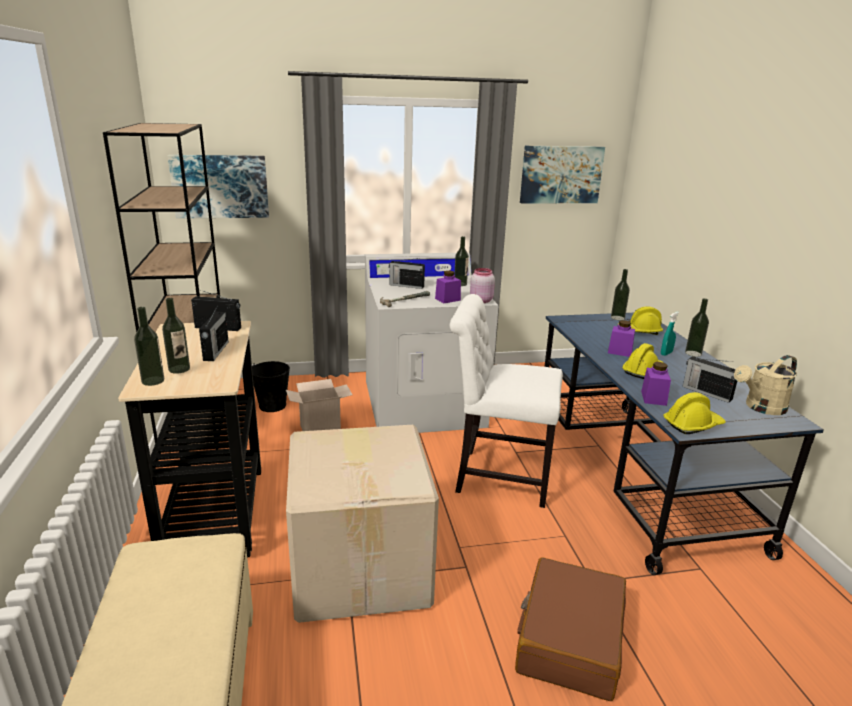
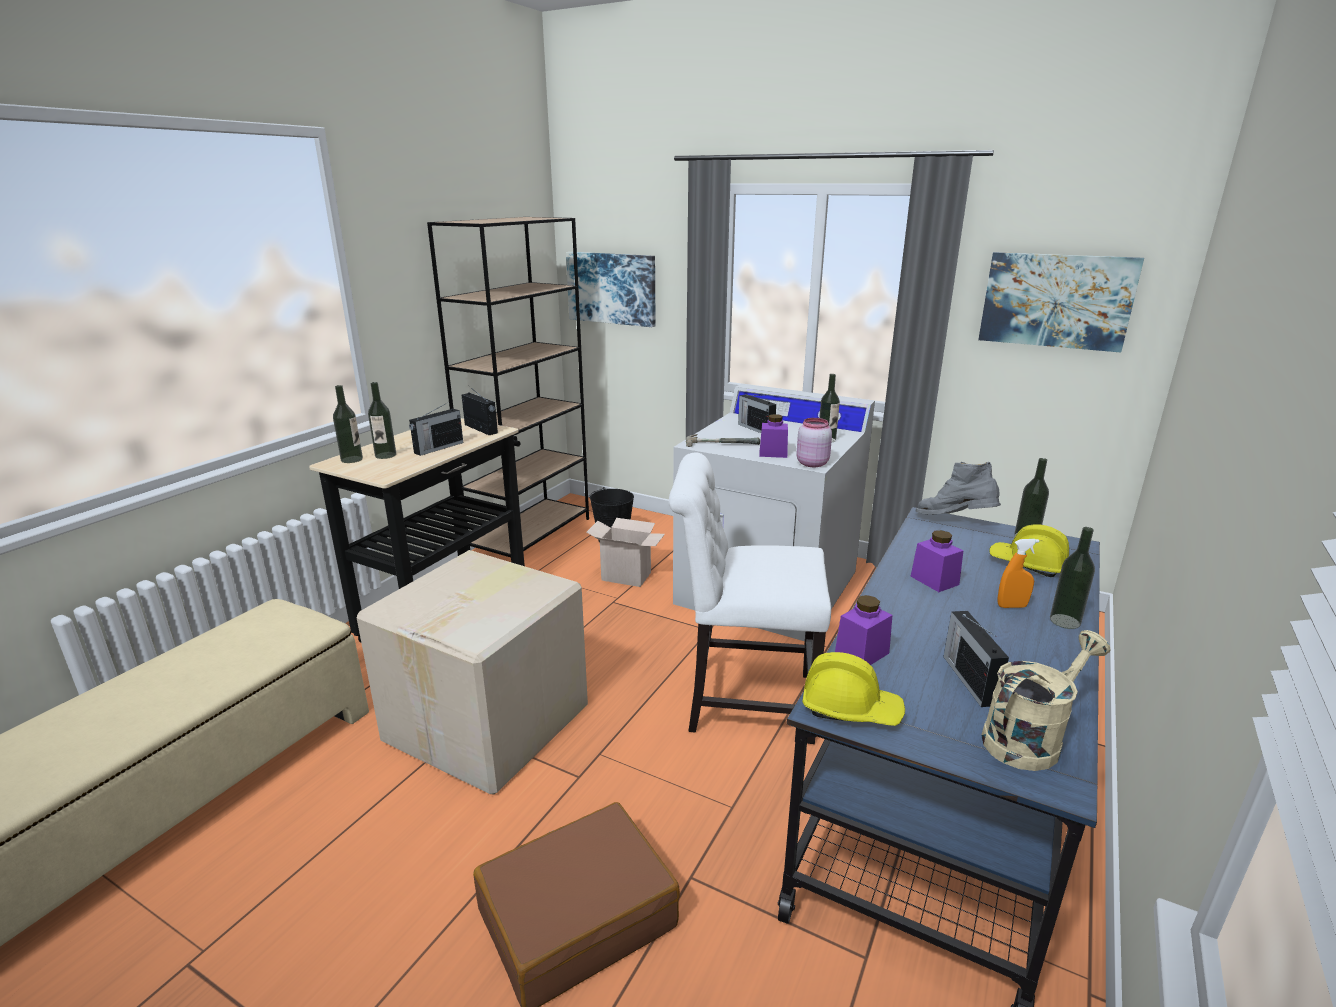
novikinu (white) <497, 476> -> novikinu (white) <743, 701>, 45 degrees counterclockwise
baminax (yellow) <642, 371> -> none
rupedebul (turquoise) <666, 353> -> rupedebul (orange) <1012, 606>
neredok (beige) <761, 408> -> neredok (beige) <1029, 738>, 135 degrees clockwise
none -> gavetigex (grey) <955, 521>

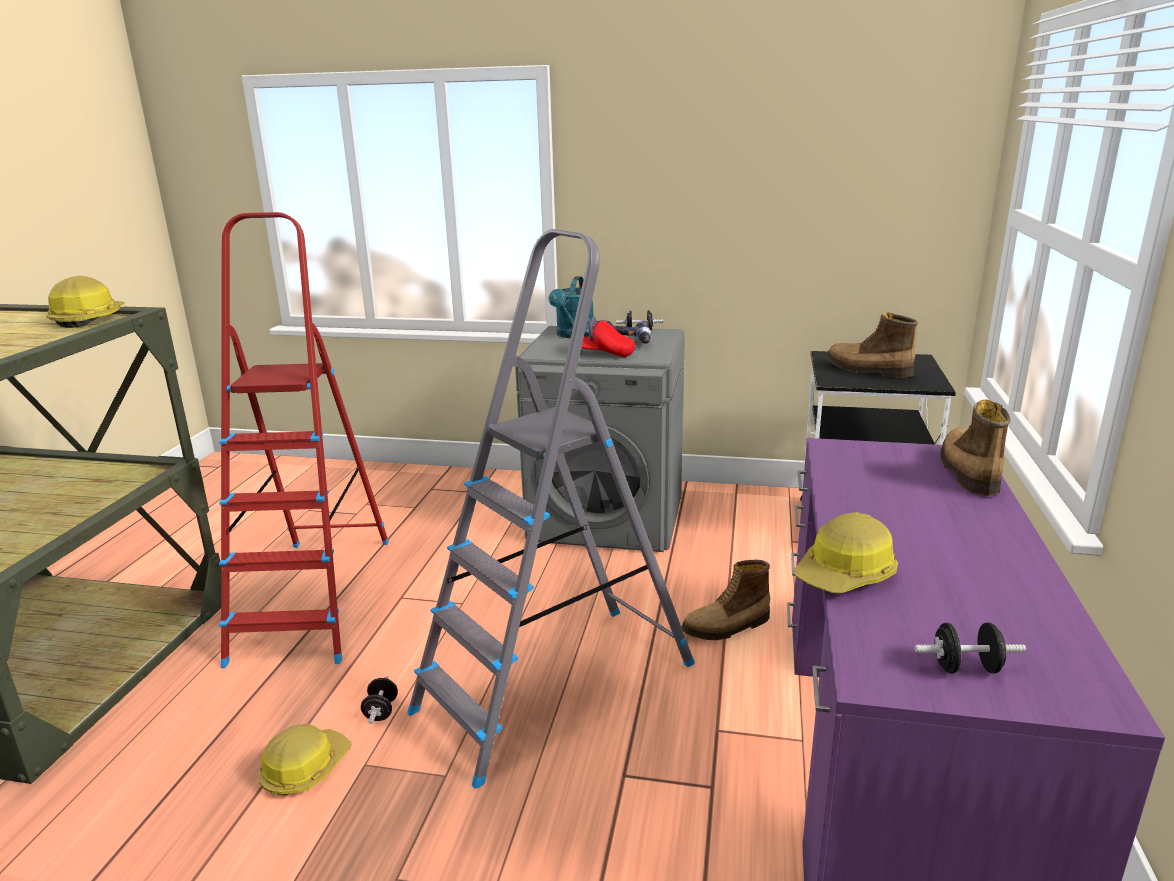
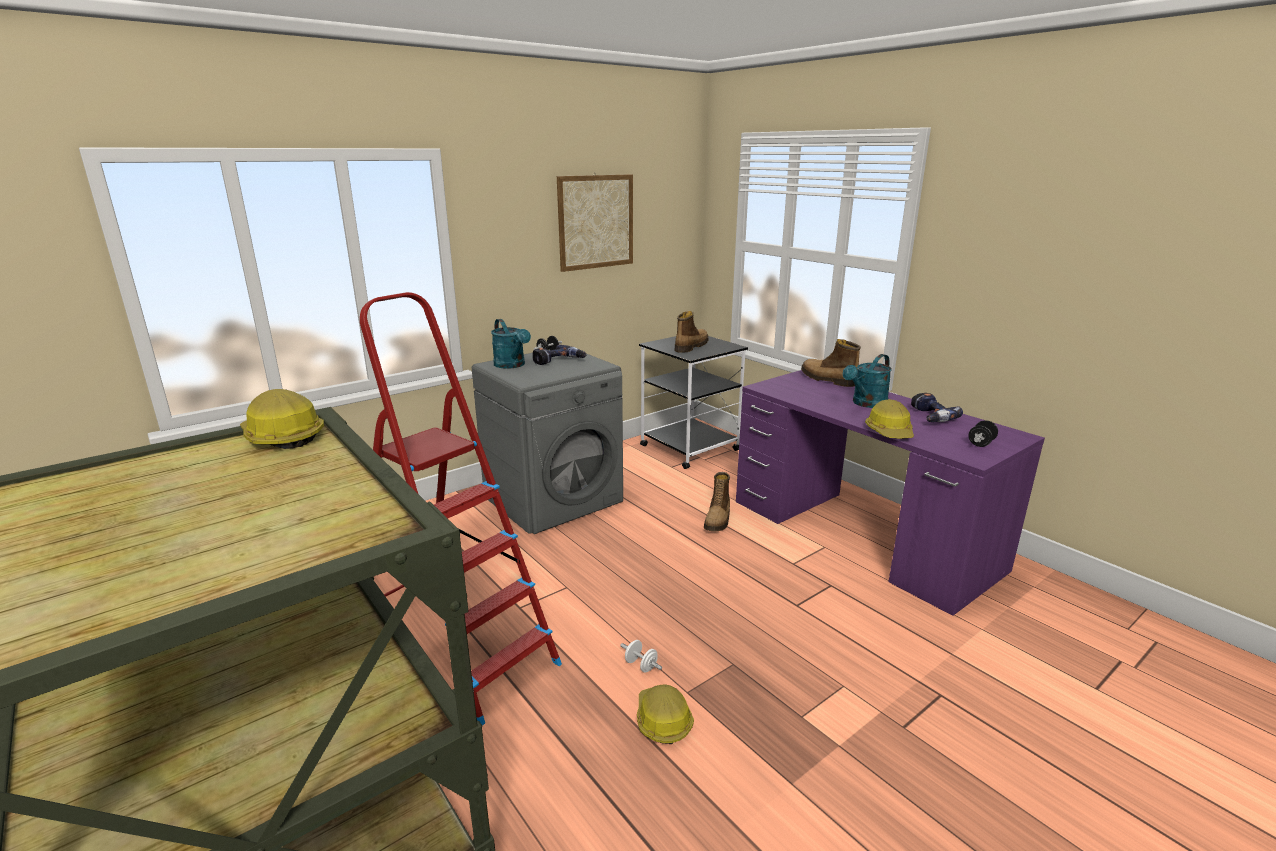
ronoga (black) <381, 711> -> ronoga (white) <641, 665>
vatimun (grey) <555, 688> -> none
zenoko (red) <604, 354> -> none
gavetigex <867, 370> -> gavetigex <690, 347>, 135 degrees clockwise
none -> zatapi <596, 221>
none -> neredok (turquoise) <866, 404>
none -> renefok <929, 417>

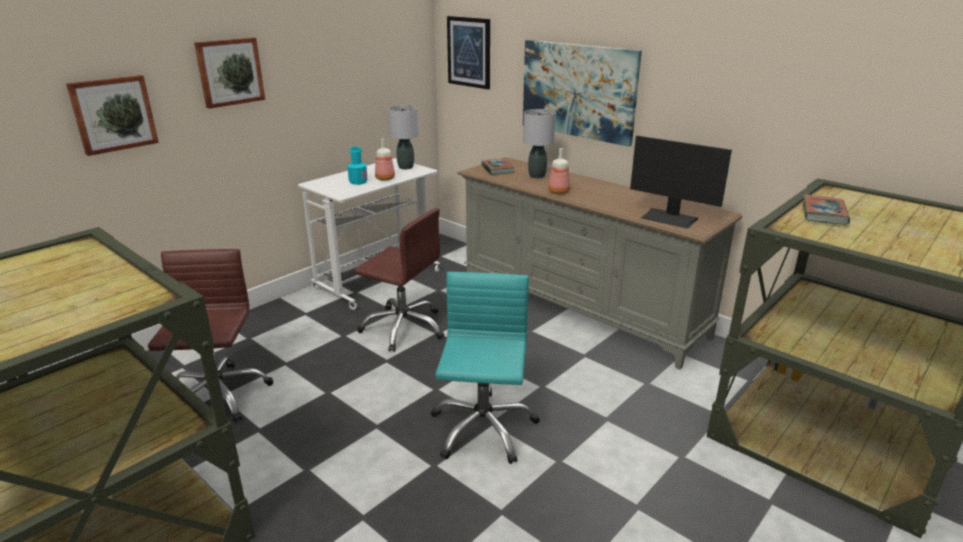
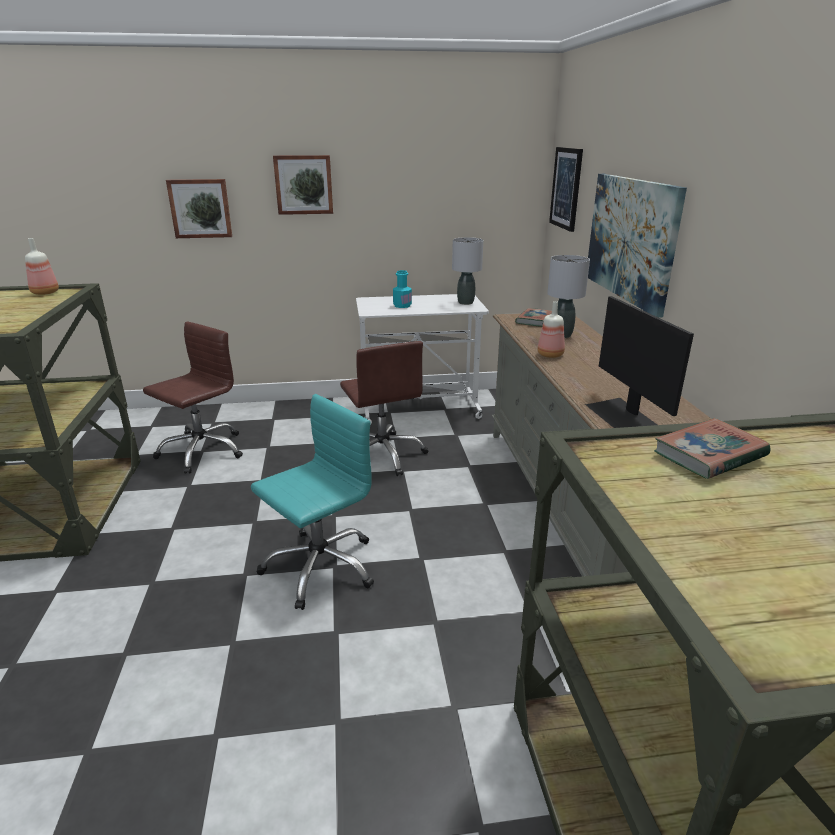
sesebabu <384, 179> -> sesebabu <44, 293>, shifted

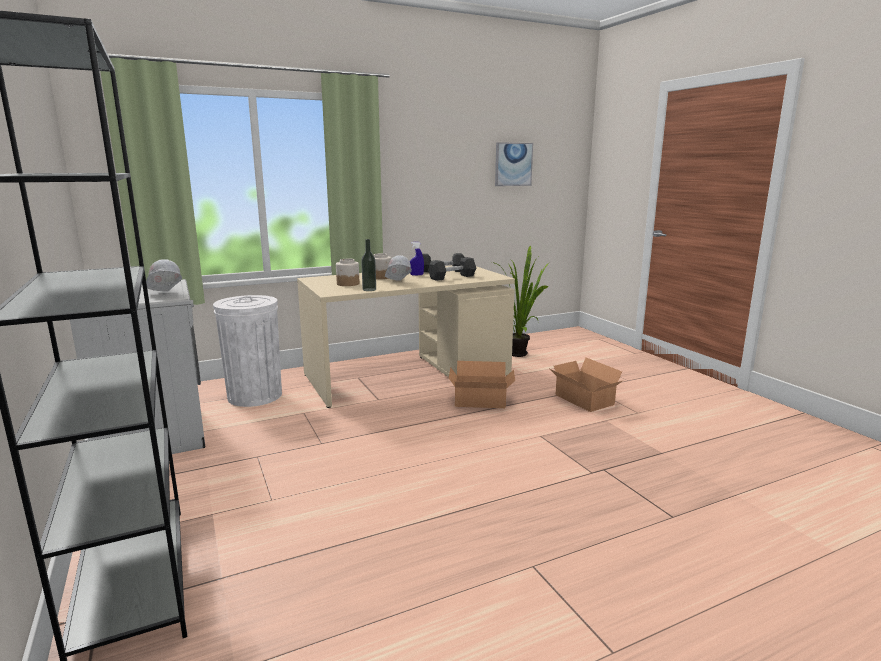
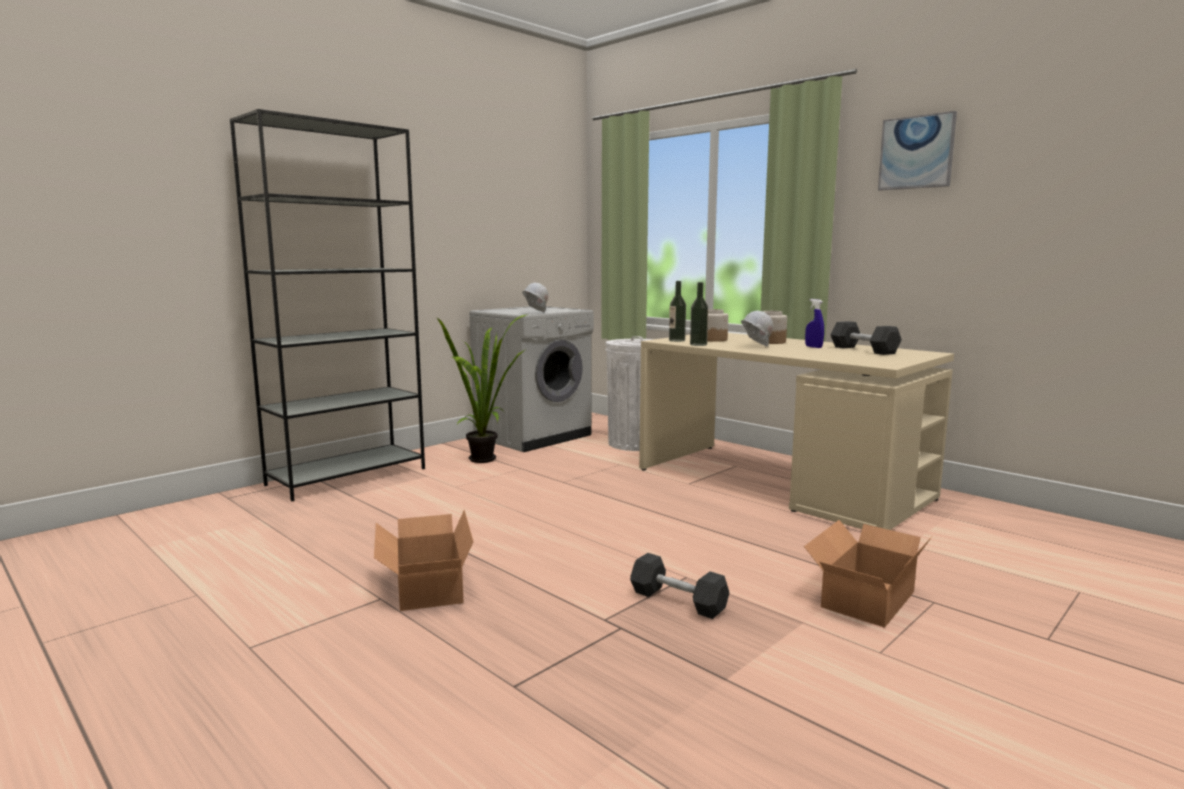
ronoga (grey) <452, 277> -> ronoga (grey) <678, 601>, shifted
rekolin <481, 401> -> rekolin <425, 588>, shifted
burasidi <521, 353> -> burasidi <488, 460>, shifted
zatapi <513, 164> -> zatapi <916, 152>, shifted
none -> sesebabu <677, 340>

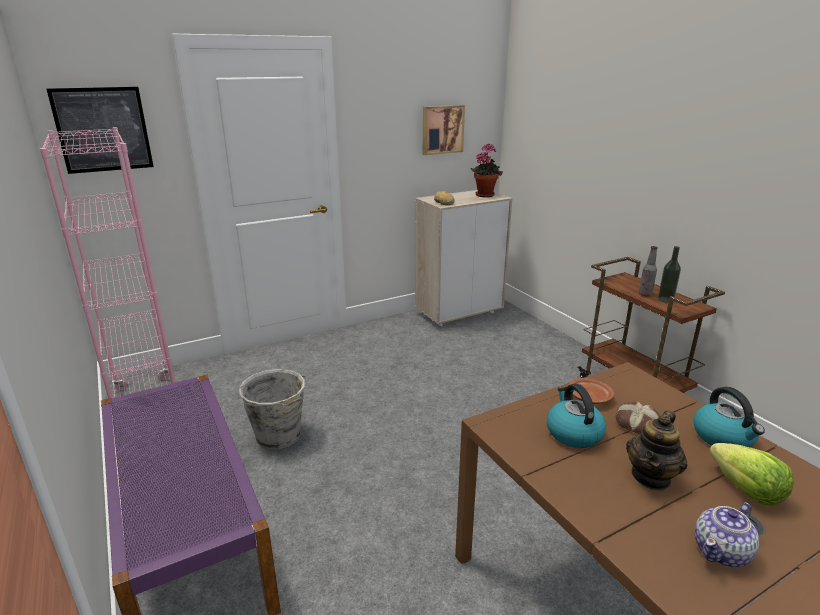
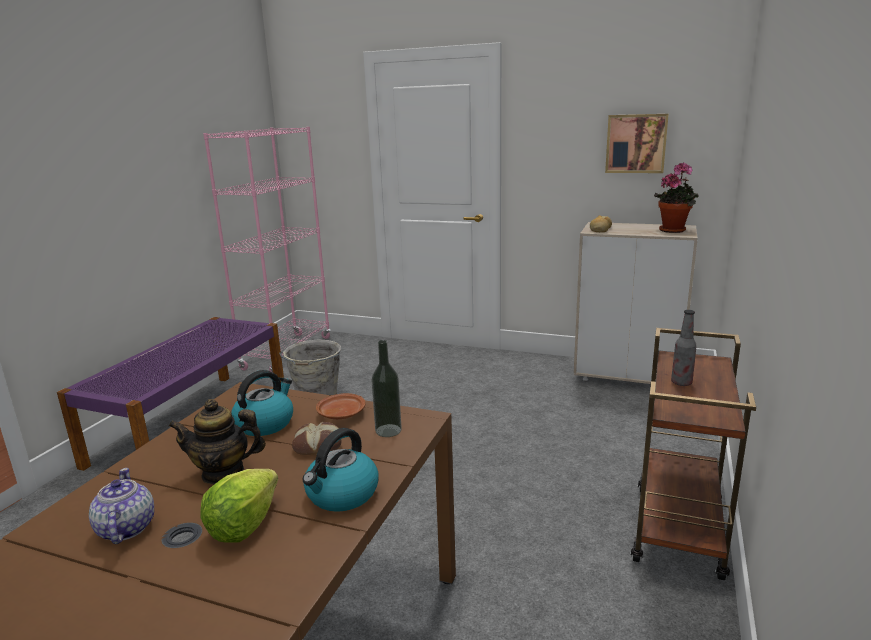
zatapi <103, 130> -> none
sesebabu <665, 299> -> sesebabu <388, 430>, shifted
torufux <722, 551> -> torufux <125, 529>, 60 degrees clockwise

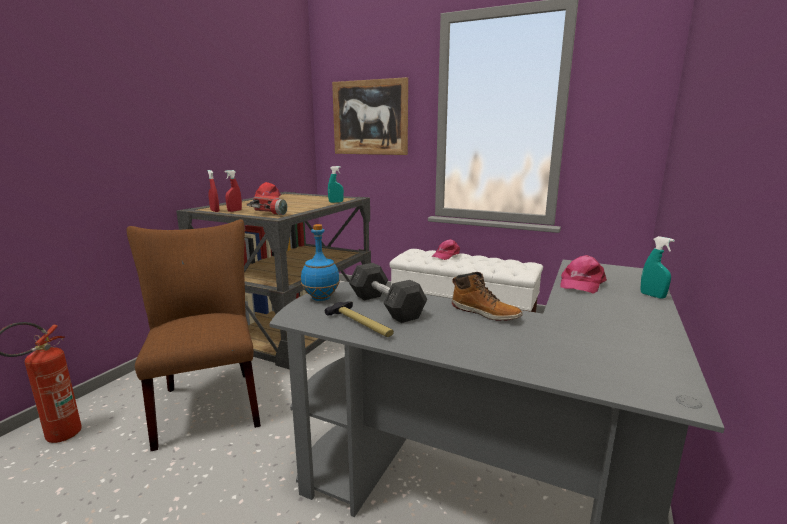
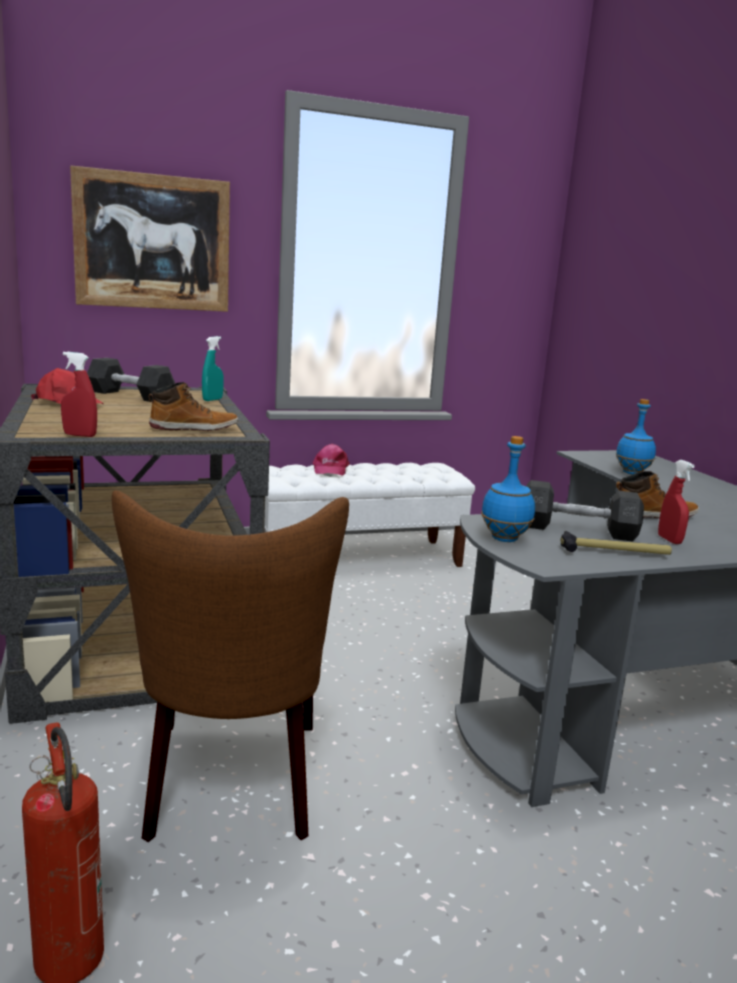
novikinu (brown) <208, 402> -> novikinu (brown) <232, 786>, 120 degrees counterclockwise
rupedebul (red) <234, 211> -> rupedebul (red) <669, 540>, shifted
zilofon <270, 212> -> gavetigex <194, 428>
zenoko (pink) <581, 283> -> sesebabu (blue) <632, 473>
rupedebul (turquoise) <652, 296> -> none
none -> ronoga (grey) <130, 396>

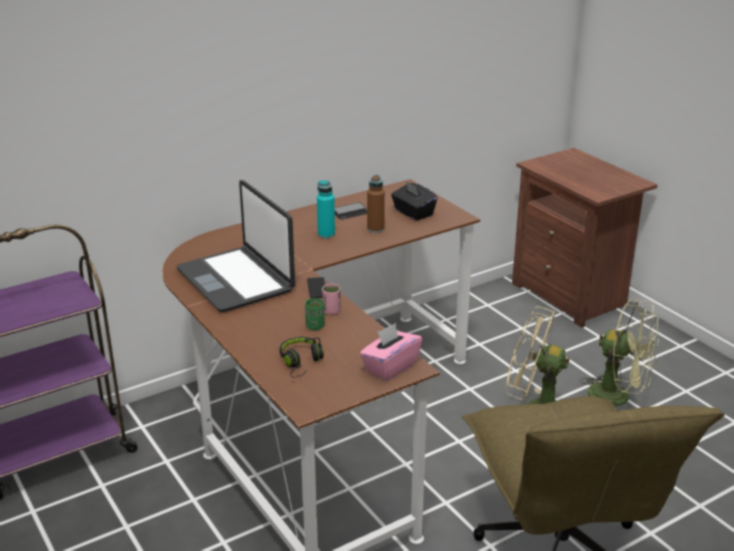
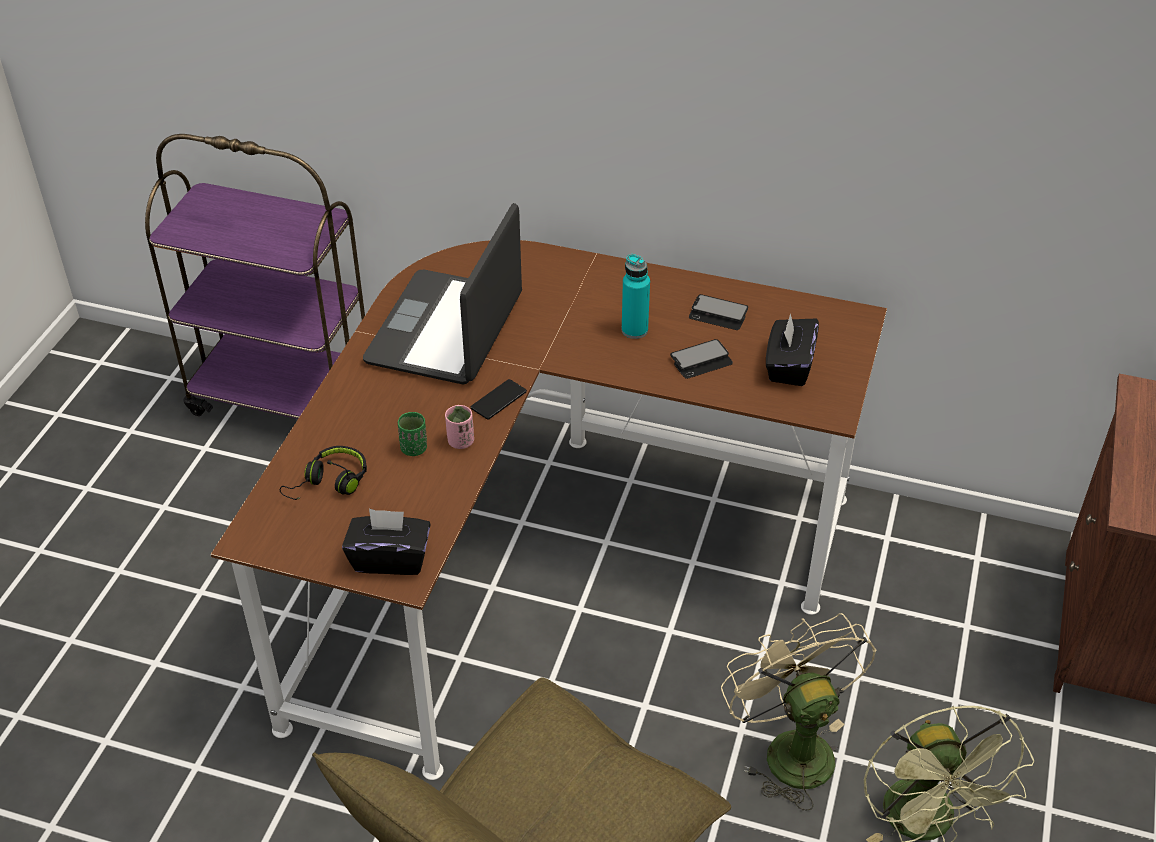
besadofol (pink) <390, 367> -> besadofol (black) <390, 558>
sesebabu (brown) <375, 229> -> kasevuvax <701, 360>

